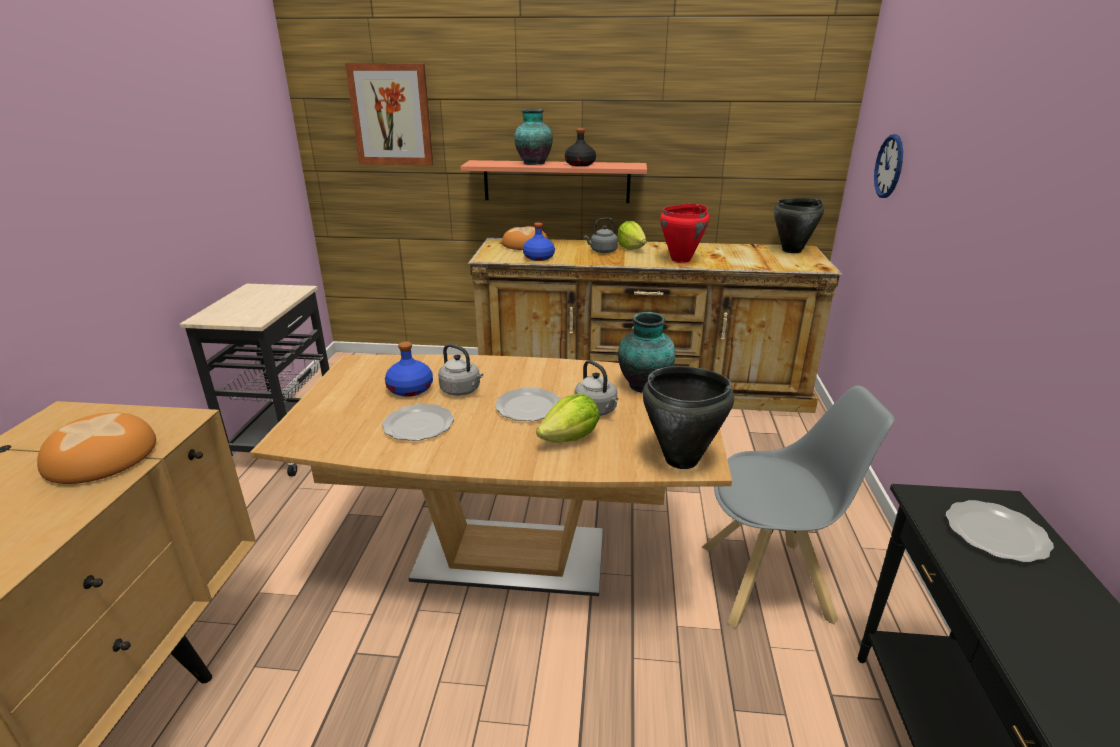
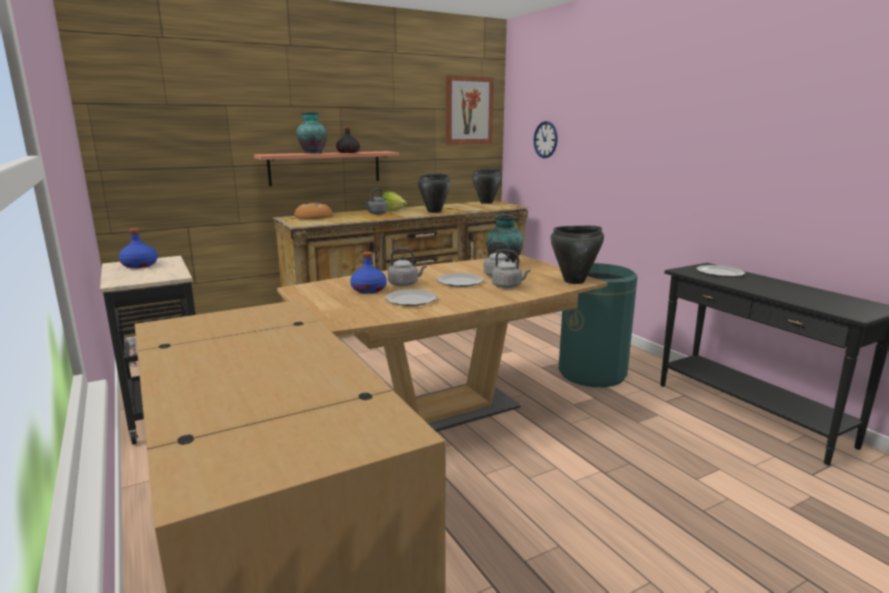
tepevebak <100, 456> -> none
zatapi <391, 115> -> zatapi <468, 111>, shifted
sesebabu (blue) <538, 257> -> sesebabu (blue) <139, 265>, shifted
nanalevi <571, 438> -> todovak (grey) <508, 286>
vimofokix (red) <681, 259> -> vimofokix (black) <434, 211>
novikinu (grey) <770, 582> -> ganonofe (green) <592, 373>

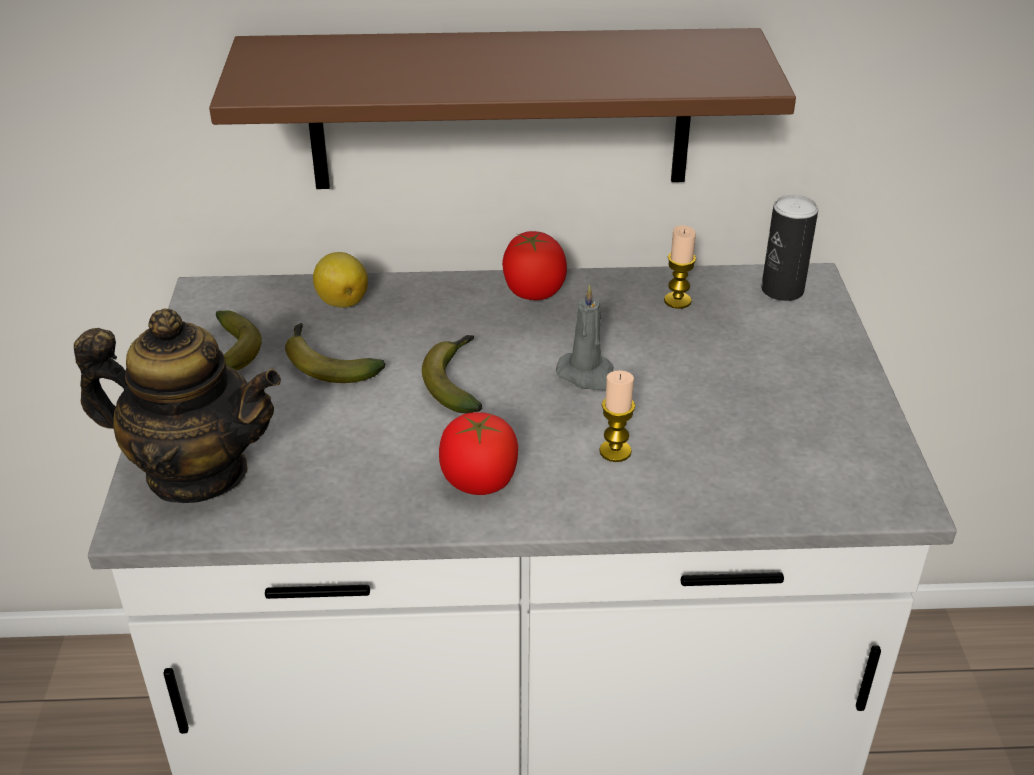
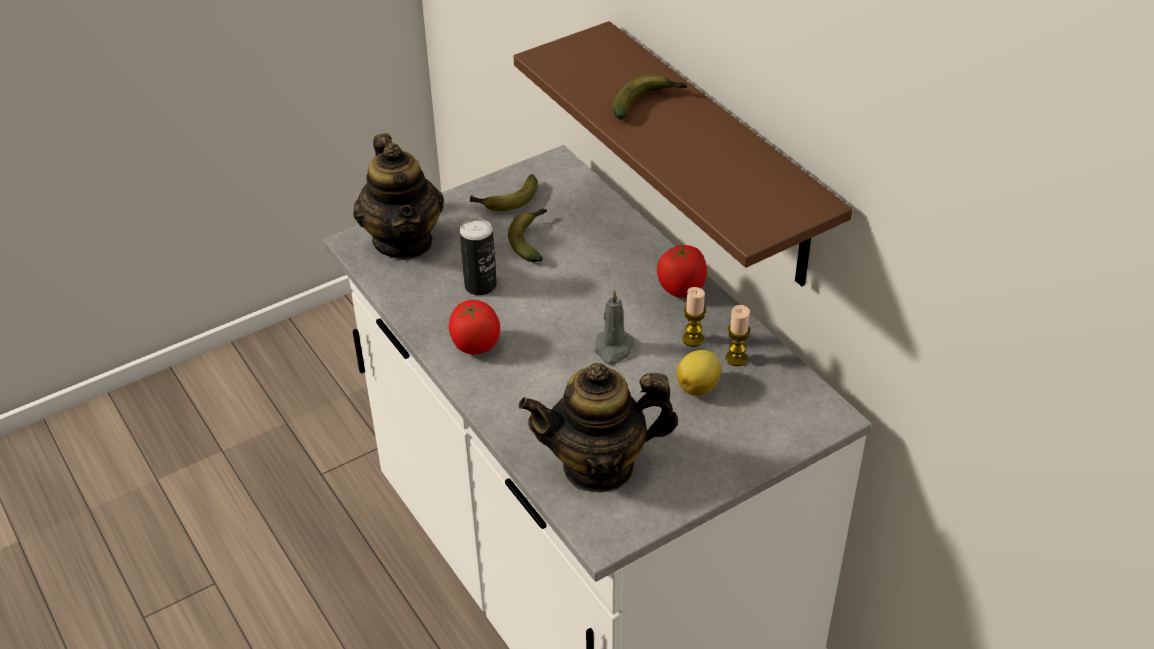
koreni <342, 300> -> koreni <699, 386>, shifted
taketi <456, 381> -> taketi <647, 103>, shifted
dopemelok <615, 451> -> dopemelok <693, 339>, shifted
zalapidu <782, 290> -> zalapidu <480, 285>, shifted
none -> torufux <599, 466>

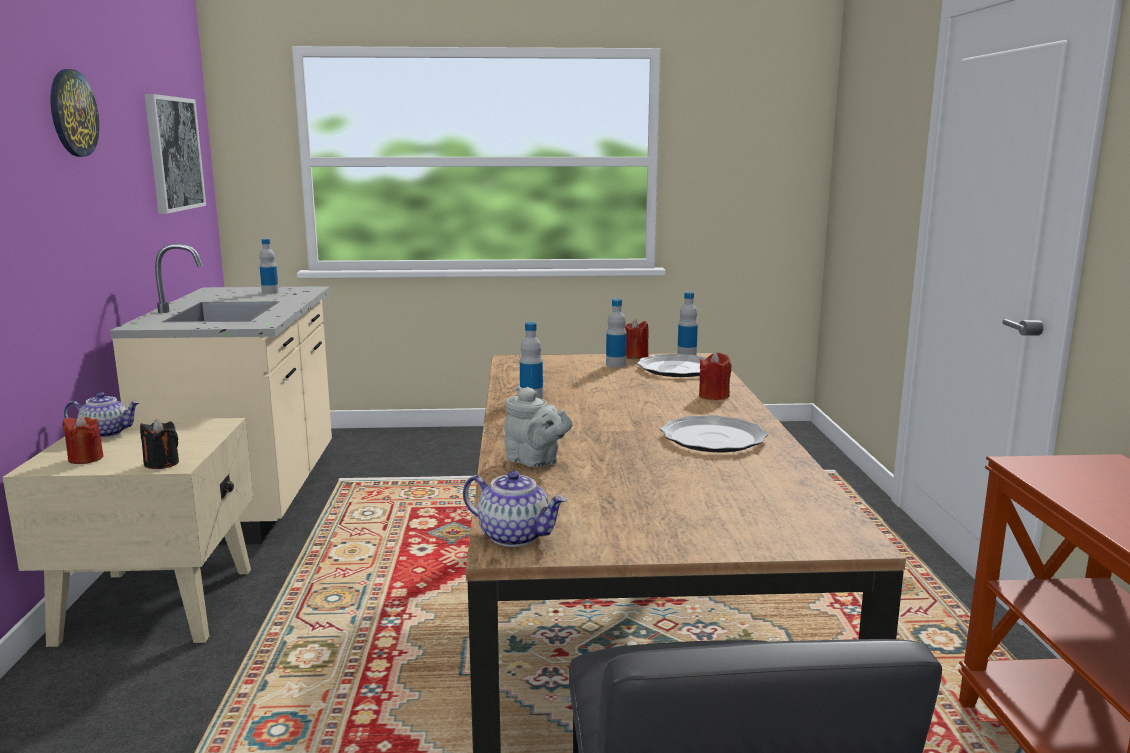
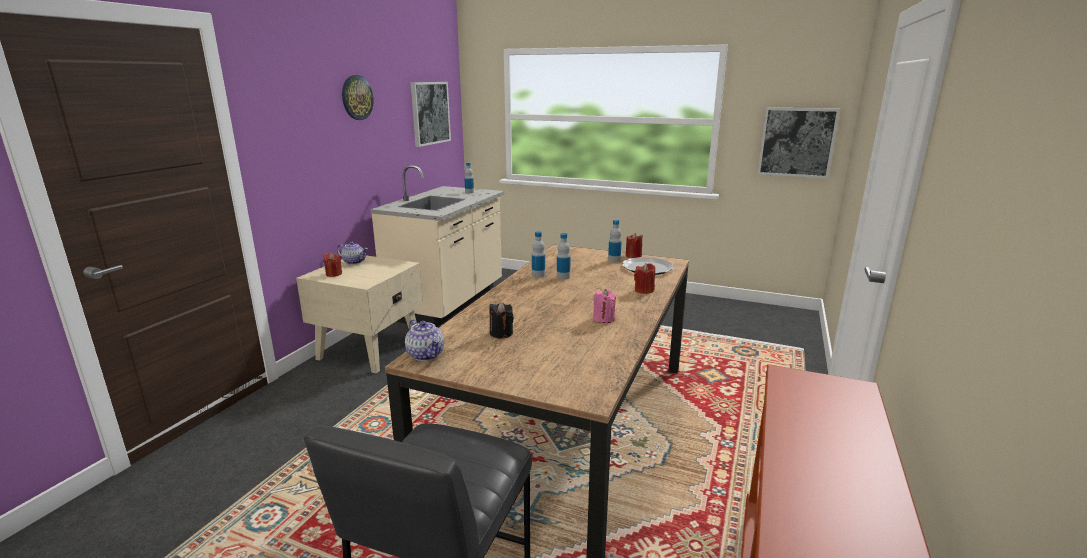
dopemelok (black) <161, 463> -> dopemelok (black) <501, 333>, shifted
torufux (grey) <535, 461> -> none
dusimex <713, 438> -> dopemelok (pink) <603, 318>
sesebabu <686, 355> -> sesebabu <563, 277>, shifted
none -> zatapi <796, 142>

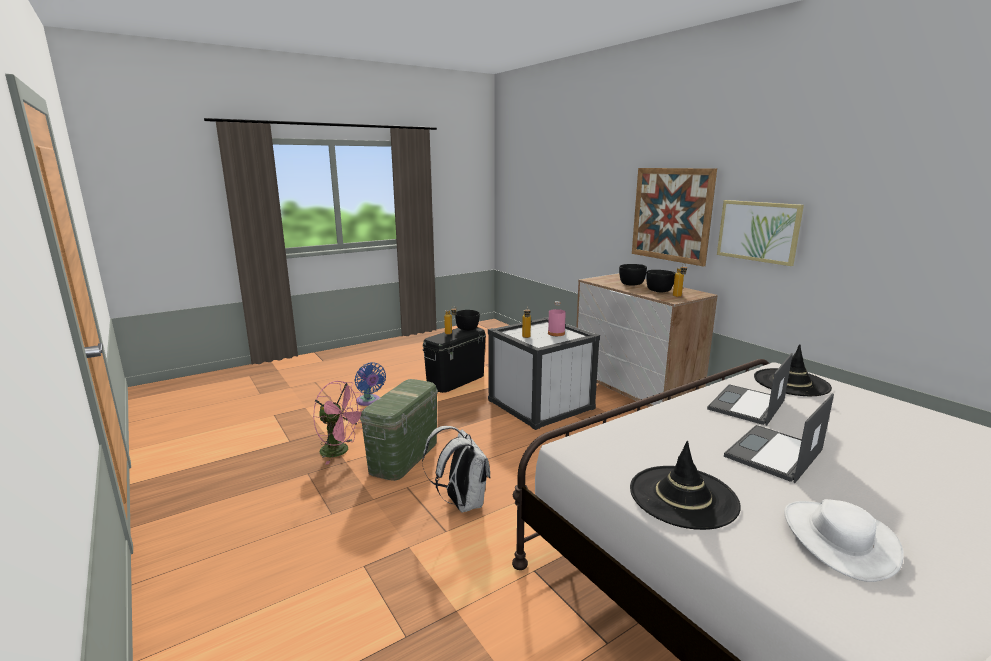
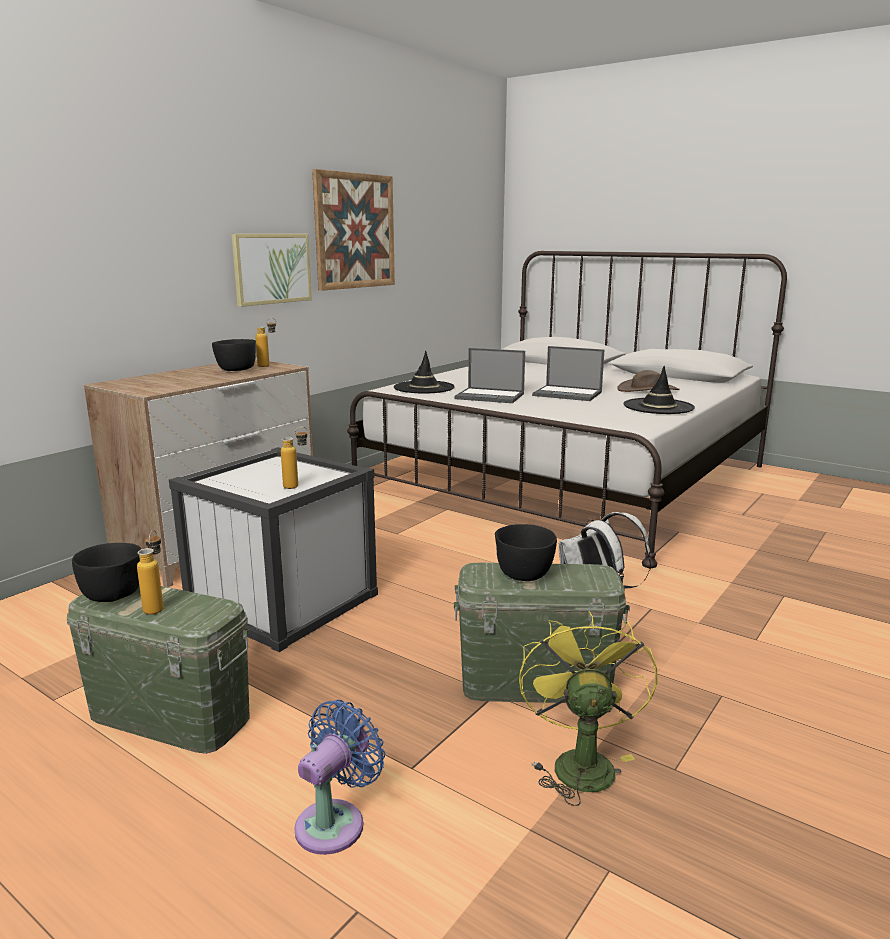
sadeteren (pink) <340, 451> -> sadeteren (yellow) <579, 761>
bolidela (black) <456, 380> -> bolidela (green) <169, 716>
sesebabu (pink) <556, 333> -> none
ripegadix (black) <631, 284> -> ripegadix (black) <524, 575>, shifted
zatapi <671, 214> -> zatapi <355, 231>, shifted
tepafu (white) <838, 539> -> tepafu (brown) <648, 389>

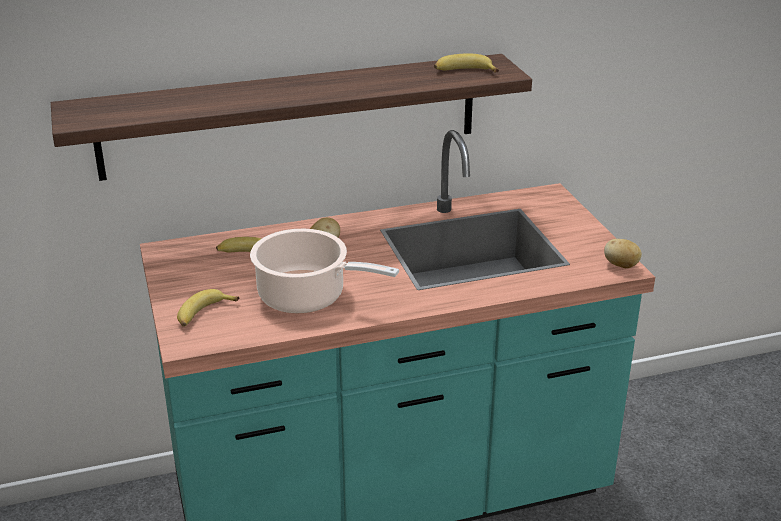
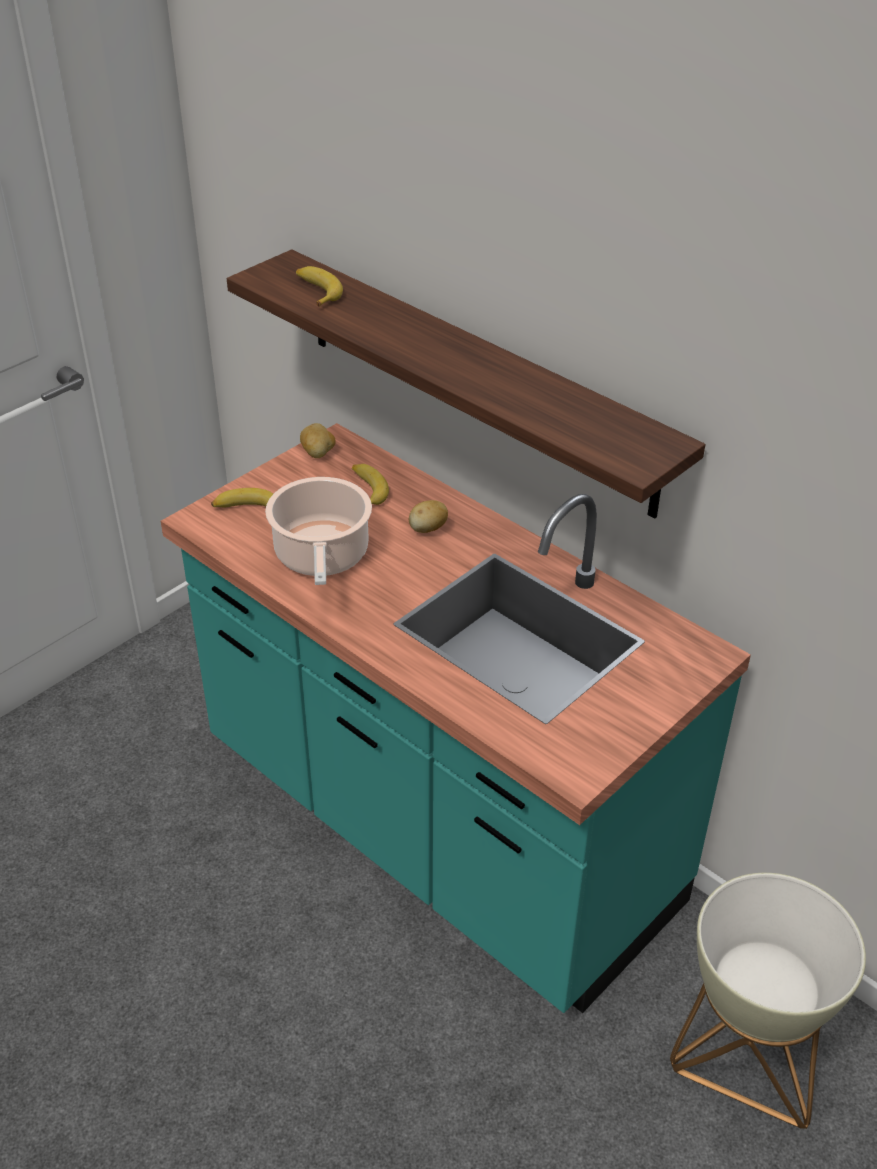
taketi <464, 71> -> taketi <317, 292>, shifted
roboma <621, 265> -> roboma <318, 454>, shifted
none -> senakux <743, 1061>

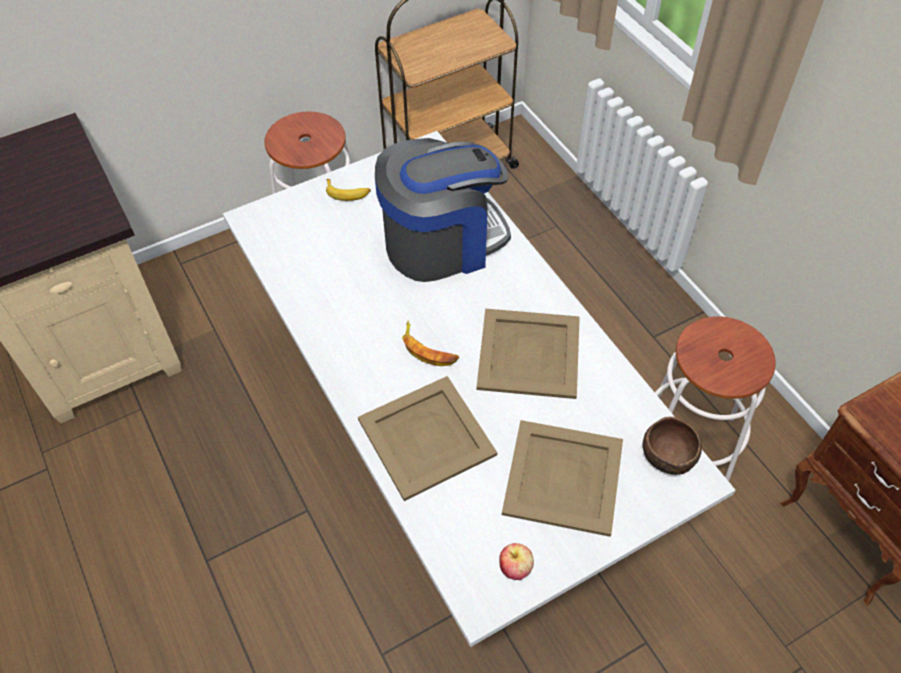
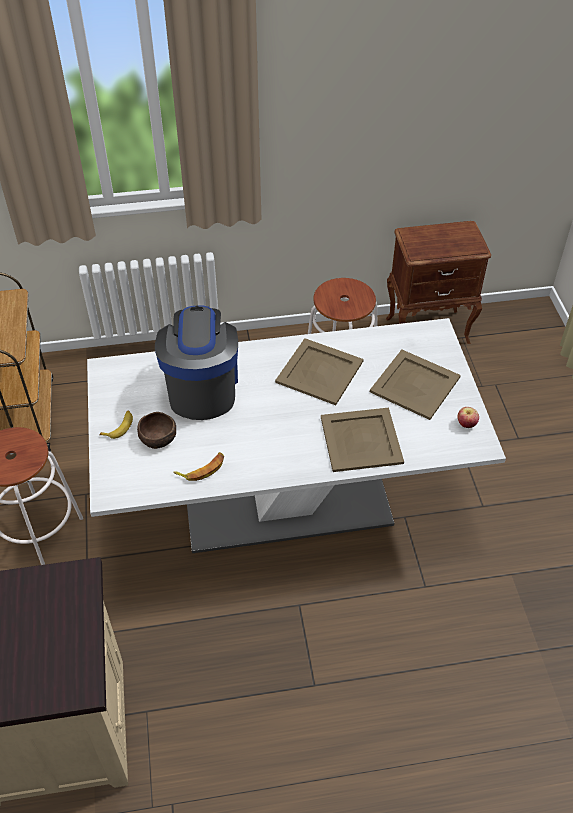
taketi <428, 349> -> taketi <202, 469>, shifted
ripegadix (brown) <668, 456> -> ripegadix (brown) <159, 438>, shifted

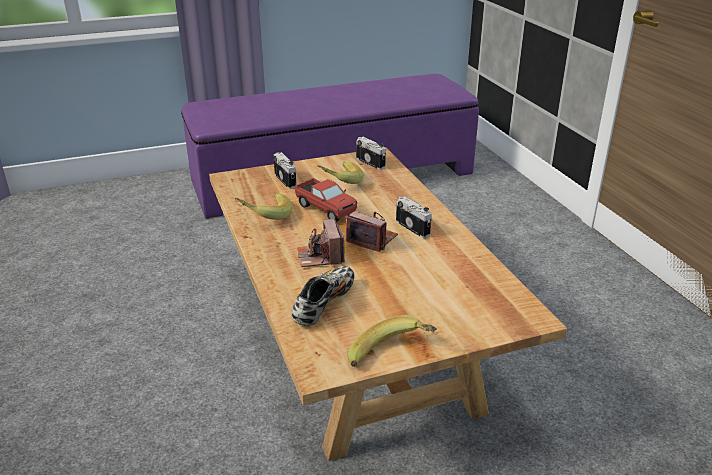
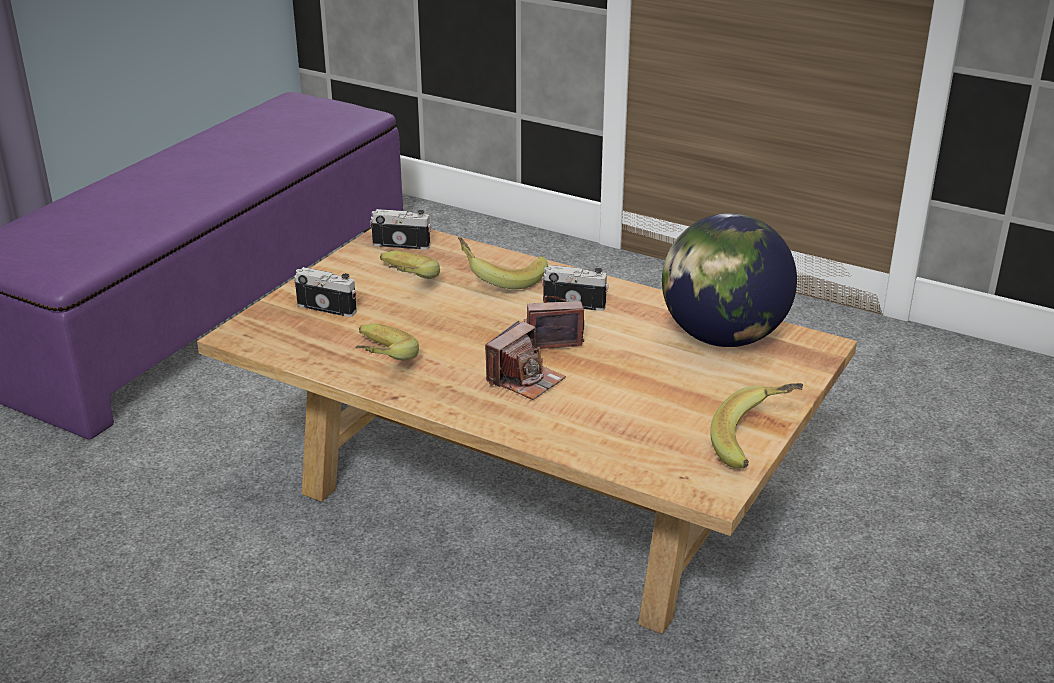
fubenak <324, 304> -> none
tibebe <325, 210> -> none
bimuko <320, 257> -> bimuko <525, 380>, 90 degrees counterclockwise
none -> taketi <501, 278>
none -> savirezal <722, 337>

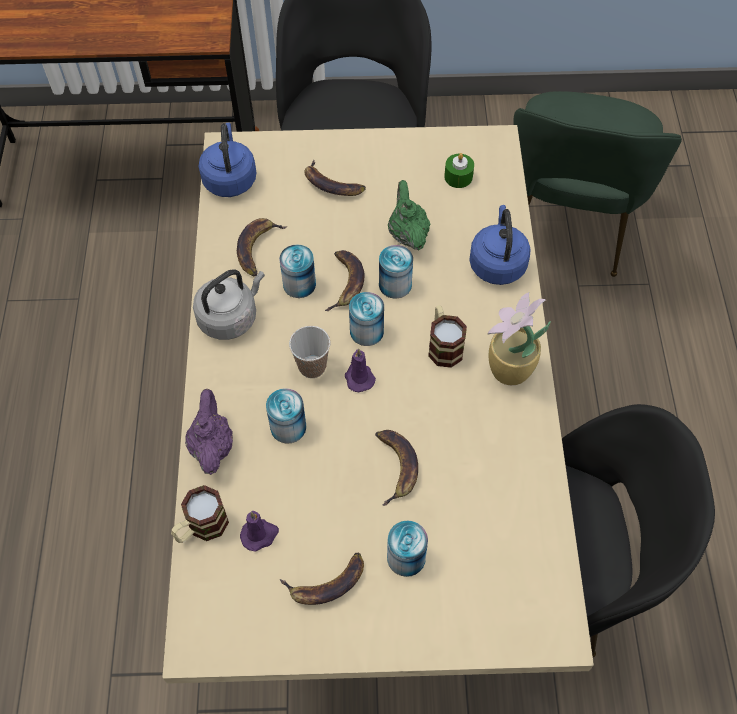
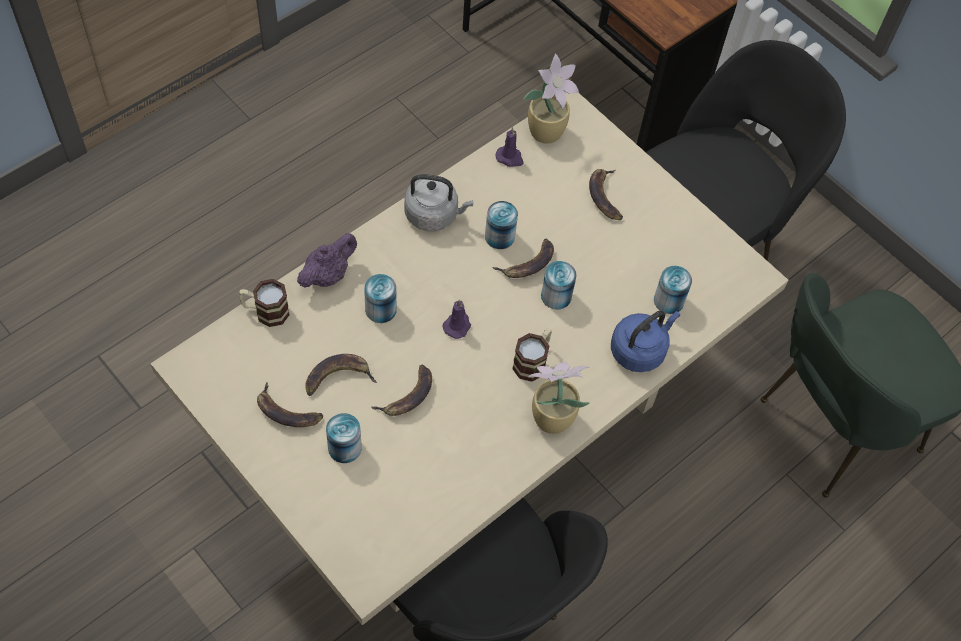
todovak (blue) <230, 178> -> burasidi <547, 131>
taketi <257, 248> -> taketi <338, 377>, shifted
dopemelok (purple) <260, 535> -> dopemelok (purple) <510, 158>, shifted
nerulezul <312, 367> -> none
zalapidu <366, 331> -> zalapidu <669, 300>, shifted
torufux (green) <407, 234> -> none
dopemelok (green) <458, 177> -> none

